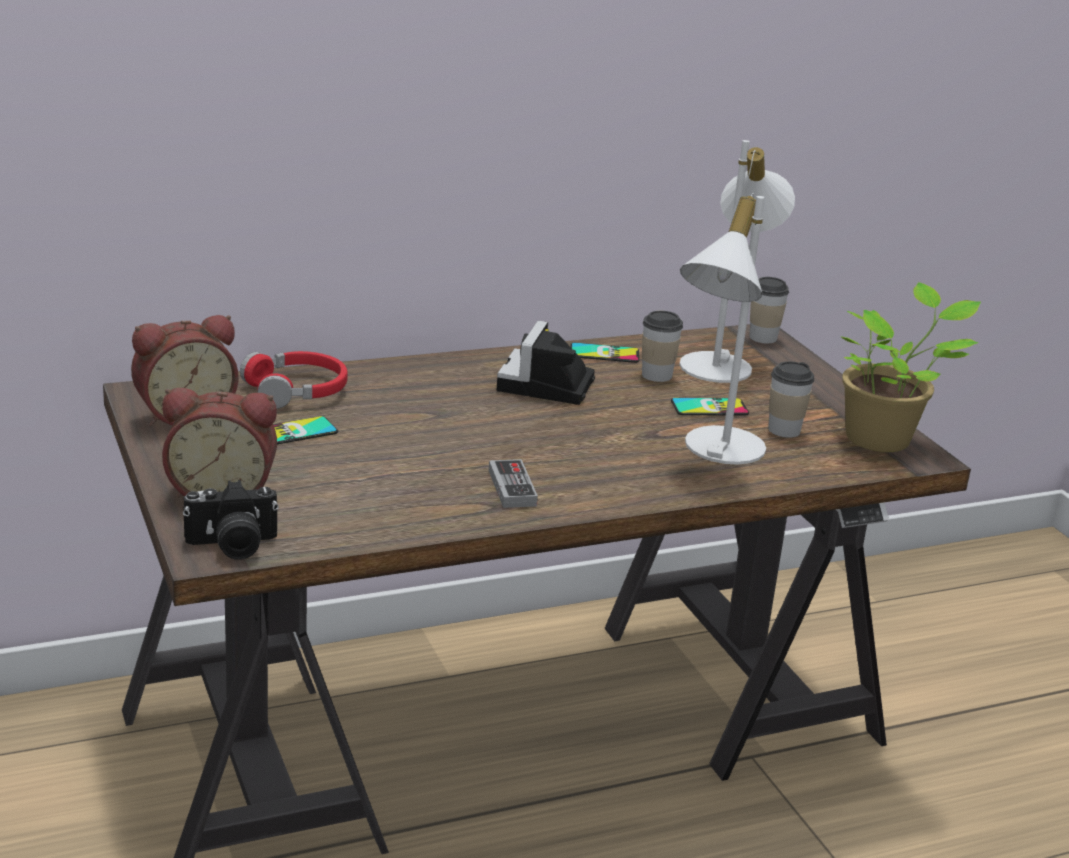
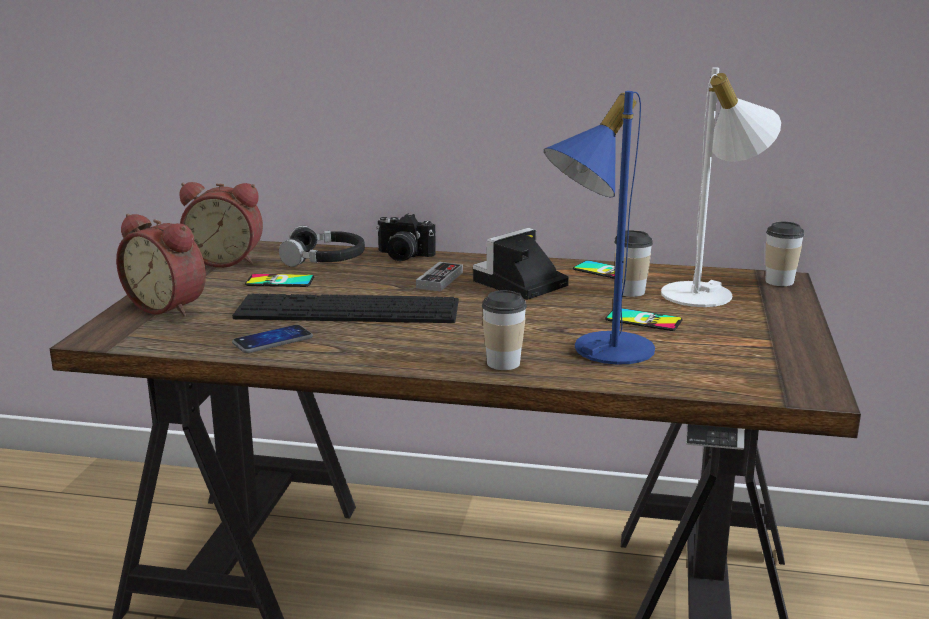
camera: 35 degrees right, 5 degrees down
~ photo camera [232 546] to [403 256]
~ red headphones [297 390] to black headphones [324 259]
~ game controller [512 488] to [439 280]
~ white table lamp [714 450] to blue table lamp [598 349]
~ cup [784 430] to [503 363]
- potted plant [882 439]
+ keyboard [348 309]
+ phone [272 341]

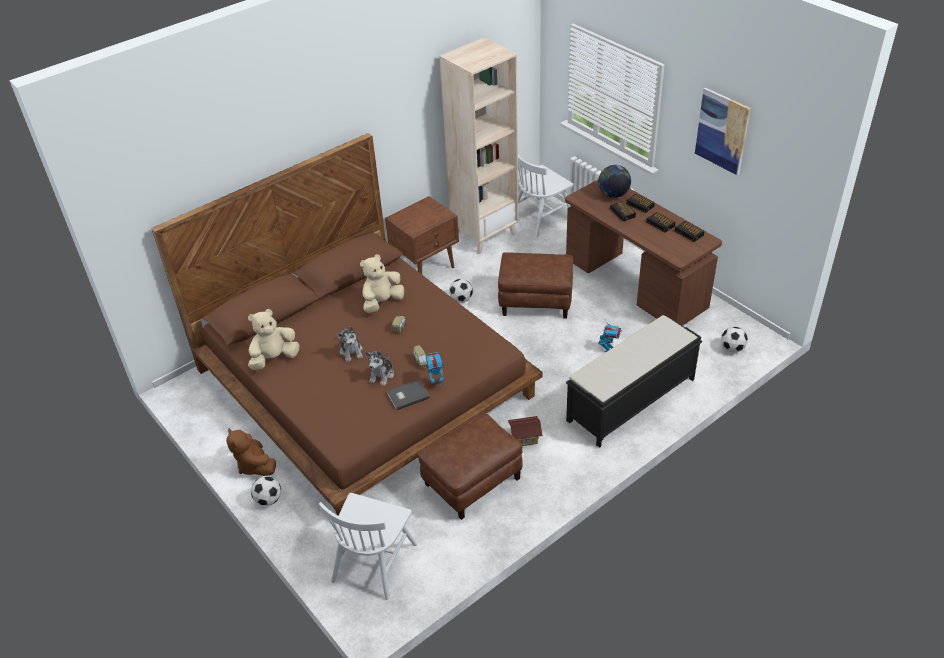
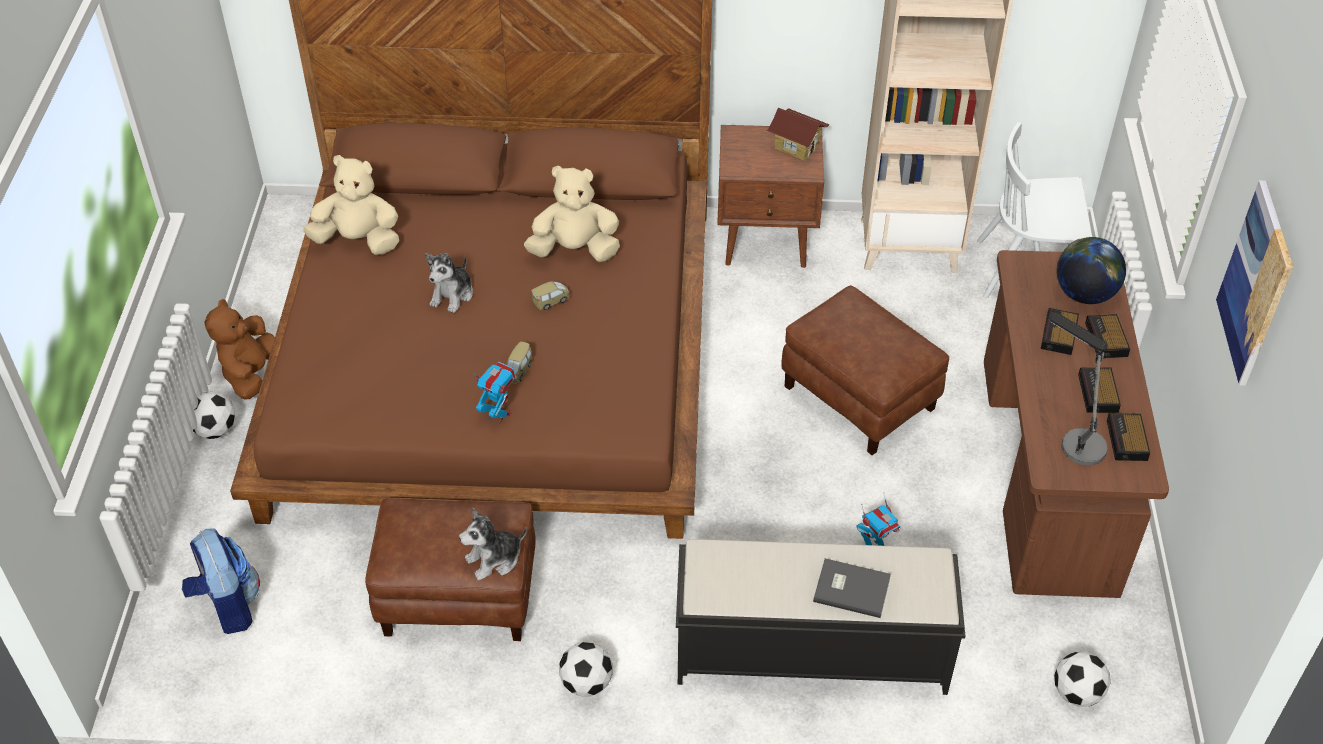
camera: 40 degrees right, 5 degrees up
~ white chair [374 562] to backpack [228 605]
~ plush toy [382 375] to [494 559]
~ grey book [407 395] to [851 588]
~ football [461 299] to [586 683]
~ toy house [525 438] to [796 147]
+ table lamp [1073 439]

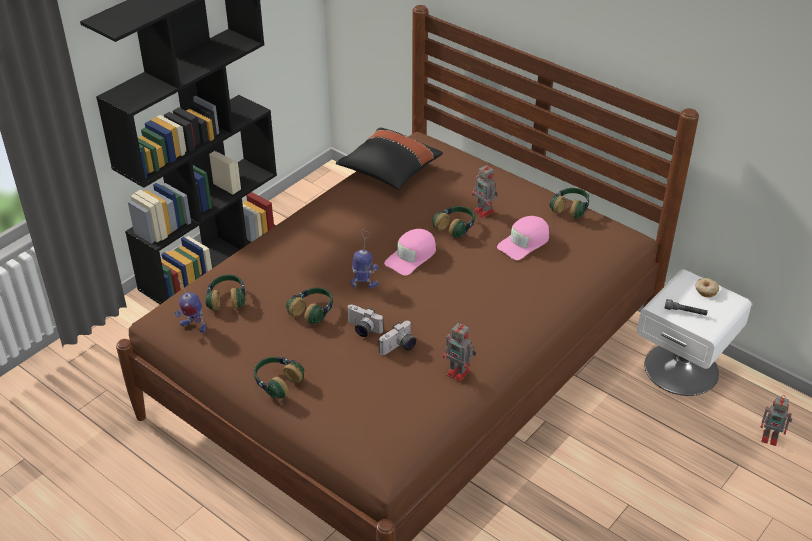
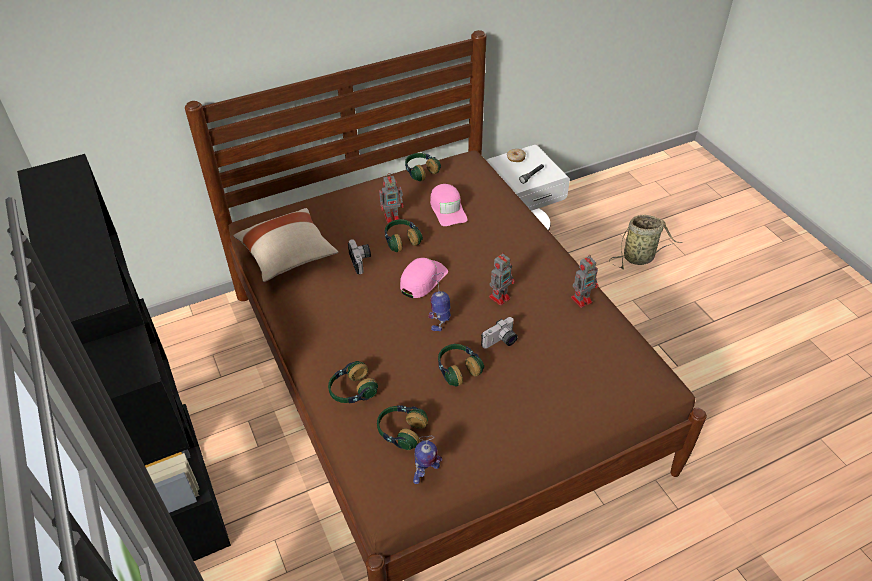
camera: 65 degrees left, 5 degrees up
~ headphones [277 382] to [352 391]
~ black pillow [389 171] to beige pillow [288 256]
~ photo camera [399 347] to [361 261]
~ pink cap [411 256] = [423 280] 120 degrees counterclockwise
~ toy robot [771 438] to [500 297]
+ basket [640 257]

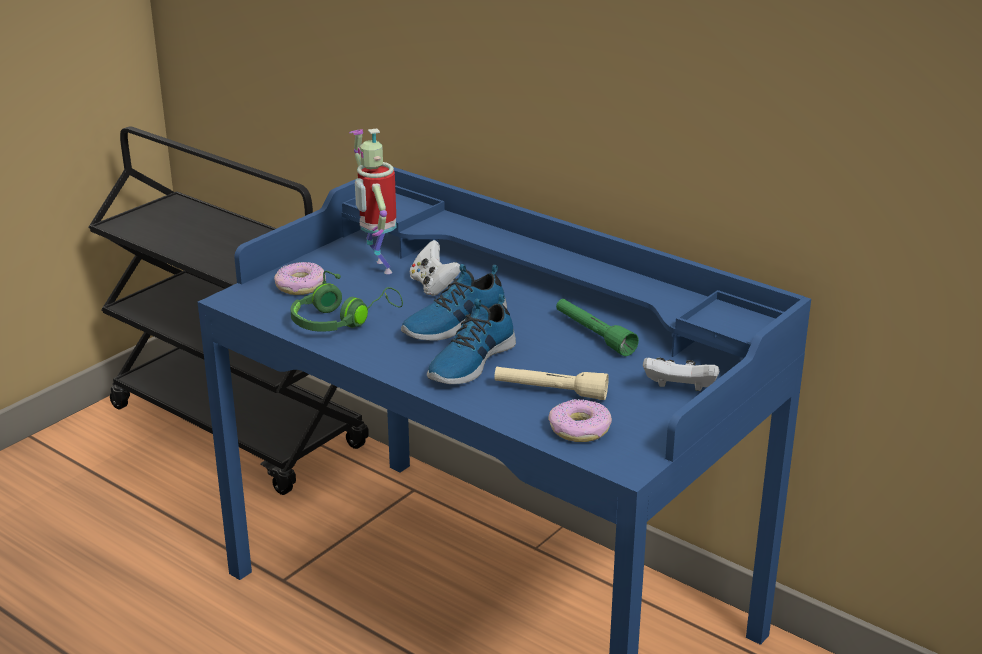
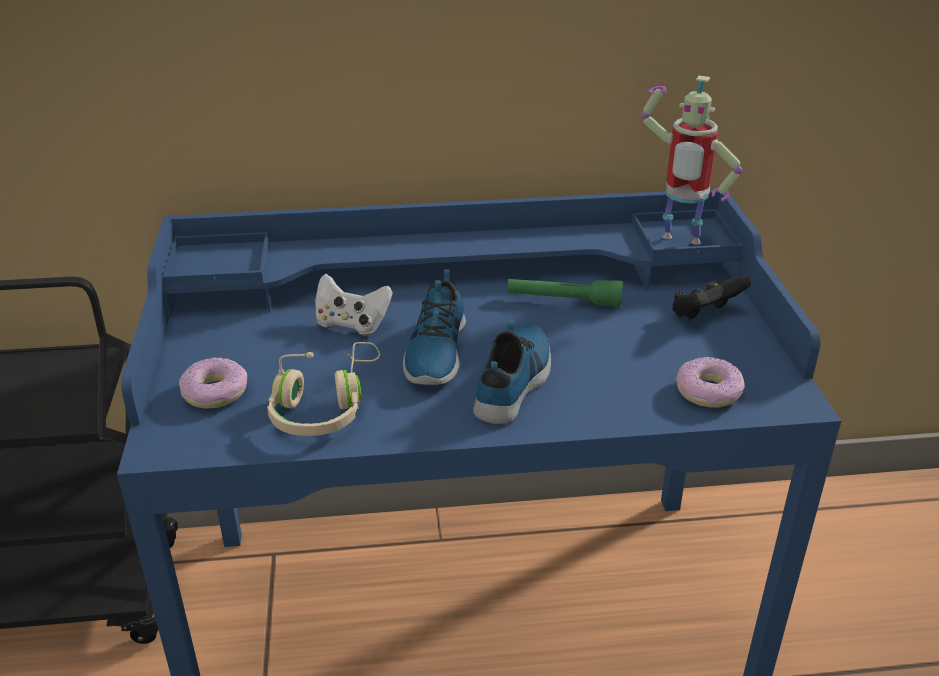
camera: 45 degrees left, 5 degrees up
~ green headphones [341 320] to beige headphones [324 406]
~ toy robot [378 267] to [678 242]
~ shoe [469 361] = [515 380] 150 degrees counterclockwise
- beige flashlight [550 391]
~ white game controller [679 390] to black game controller [705 315]

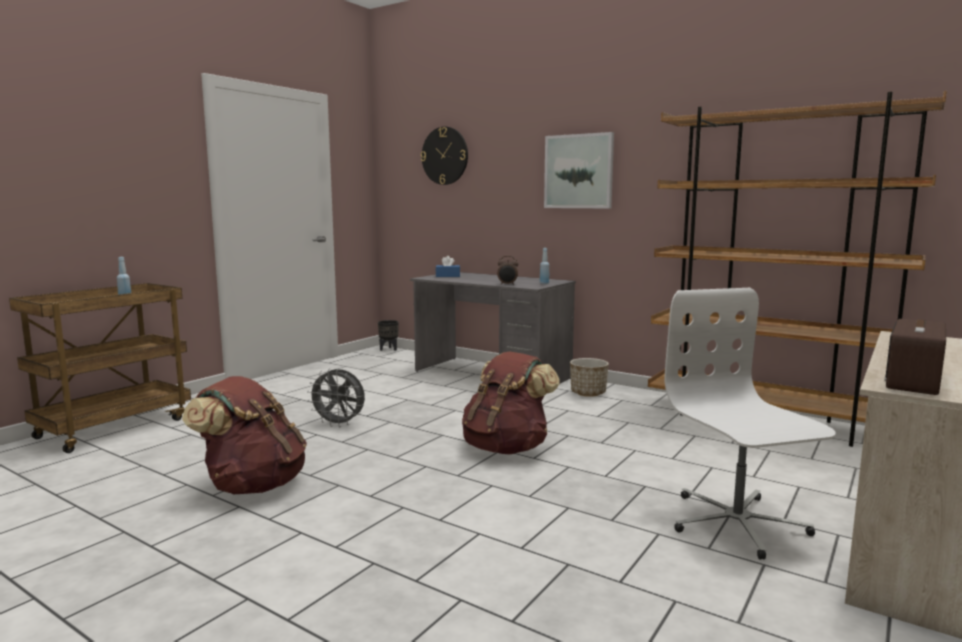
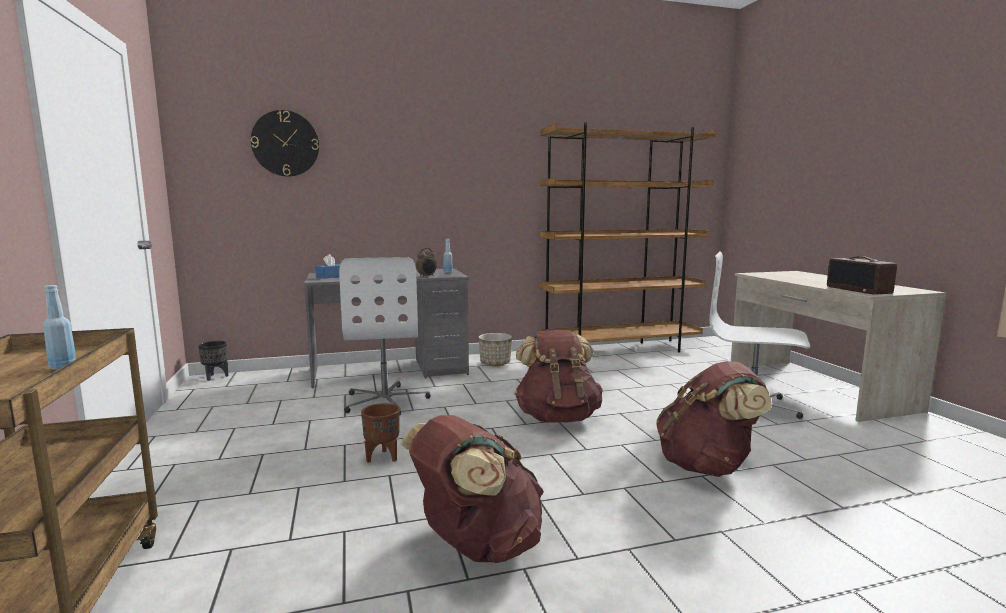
camera: 50 degrees left, 0 degrees up
~ grey fan [339 424] to brown planter [382 457]
- picture [579 171]
+ white office chair [386 401]
+ brown backpack [707 466]

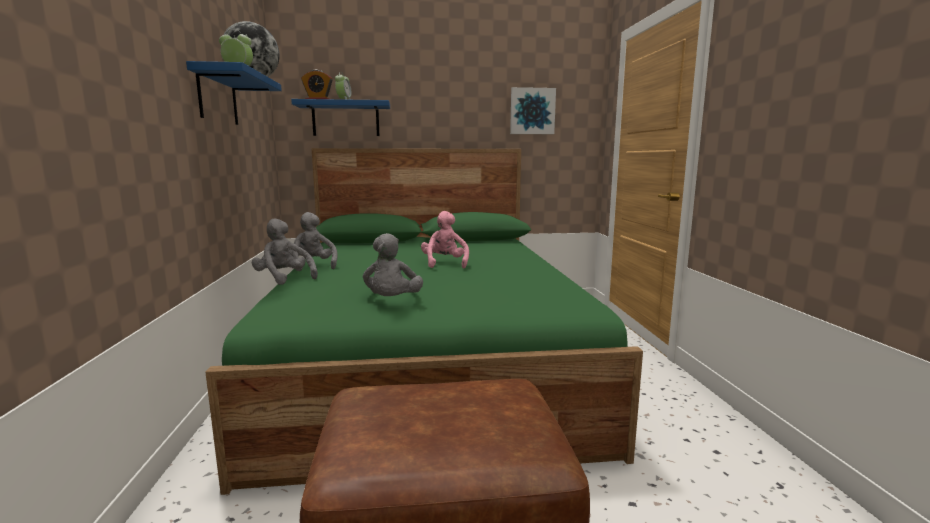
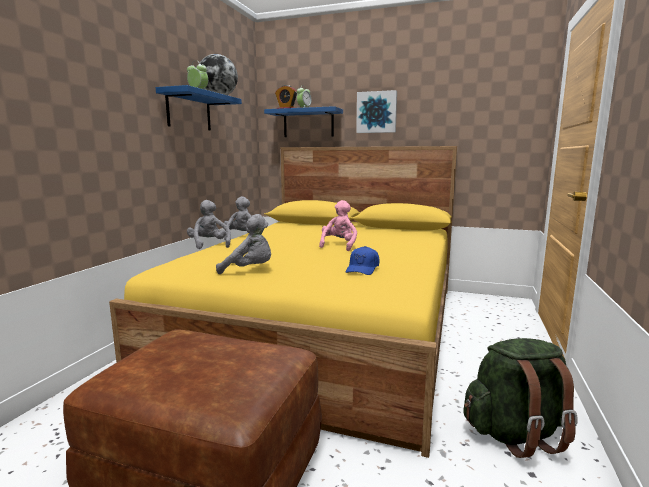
camera: 25 degrees right, 0 degrees up
~ green bed [427 361] to yellow bed [327 327]
~ grey plush toy [392 302] = [250 270] 105 degrees counterclockwise
~ picture [532 111] to [376 112]
+ blue cap [363 269]
+ green backpack [516 434]

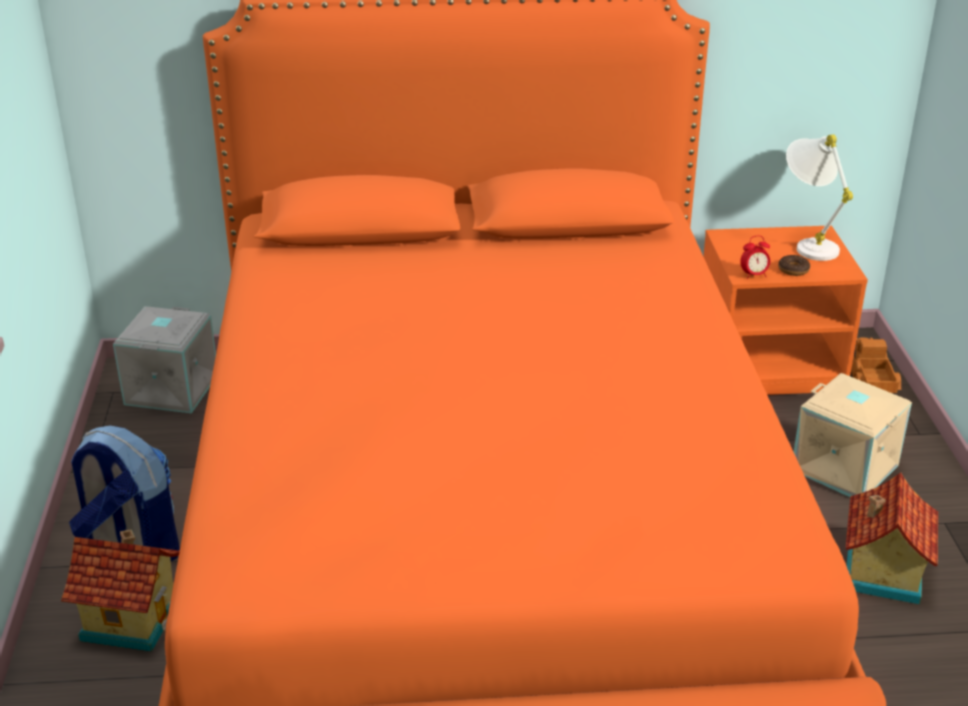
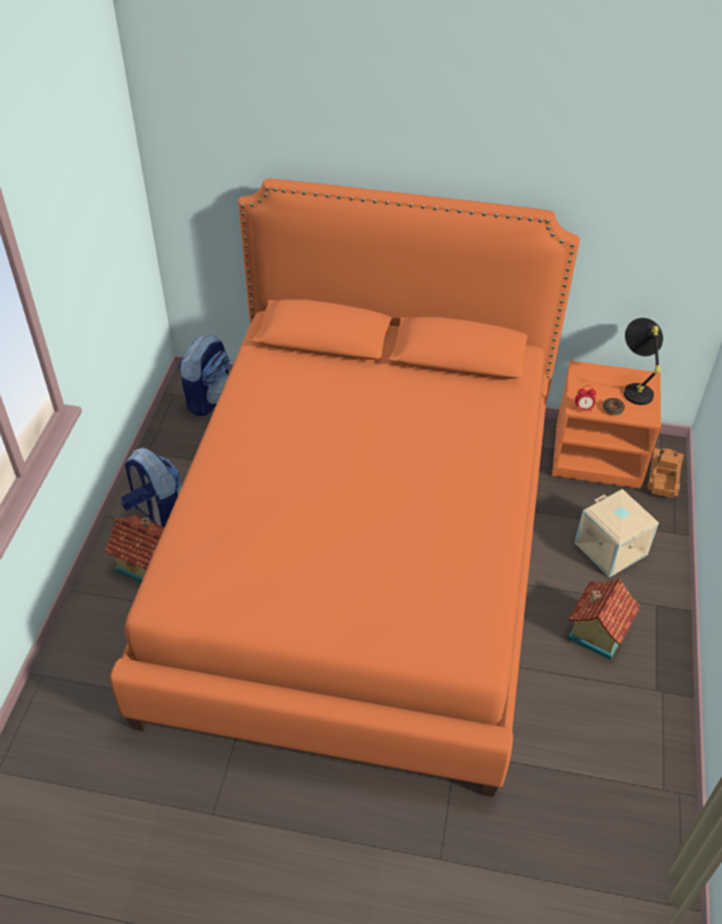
camera: 15 degrees right, 15 degrees up
~ grey storage box [170 388] to backpack [208 398]
~ white table lamp [808 244] to black table lamp [634 387]

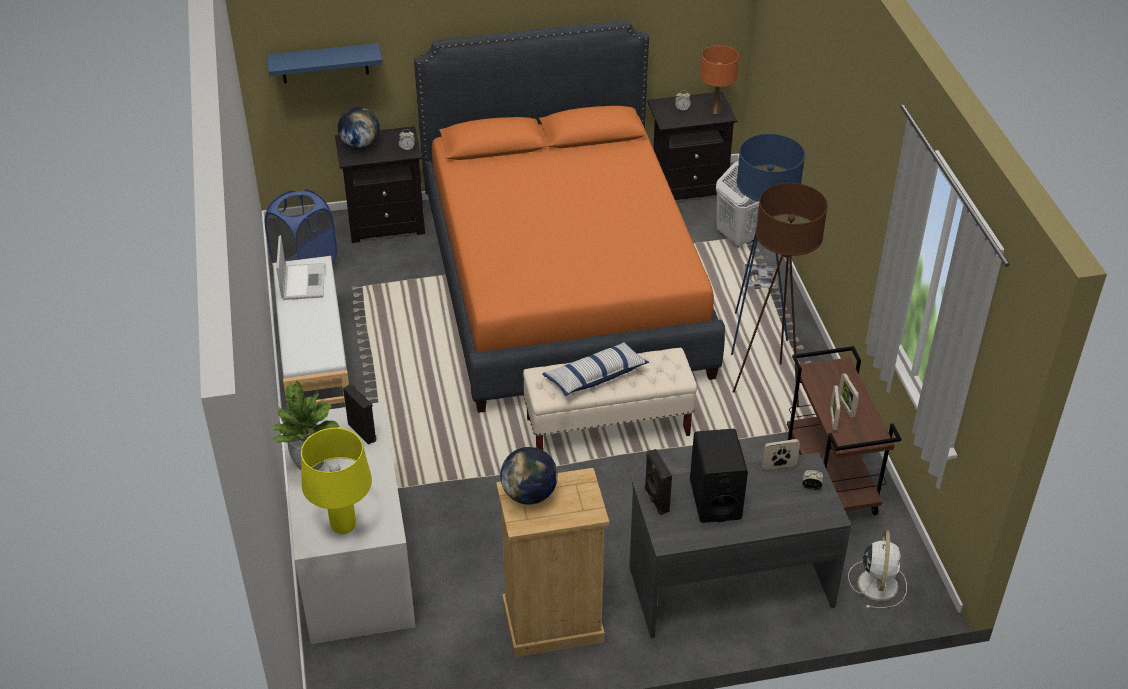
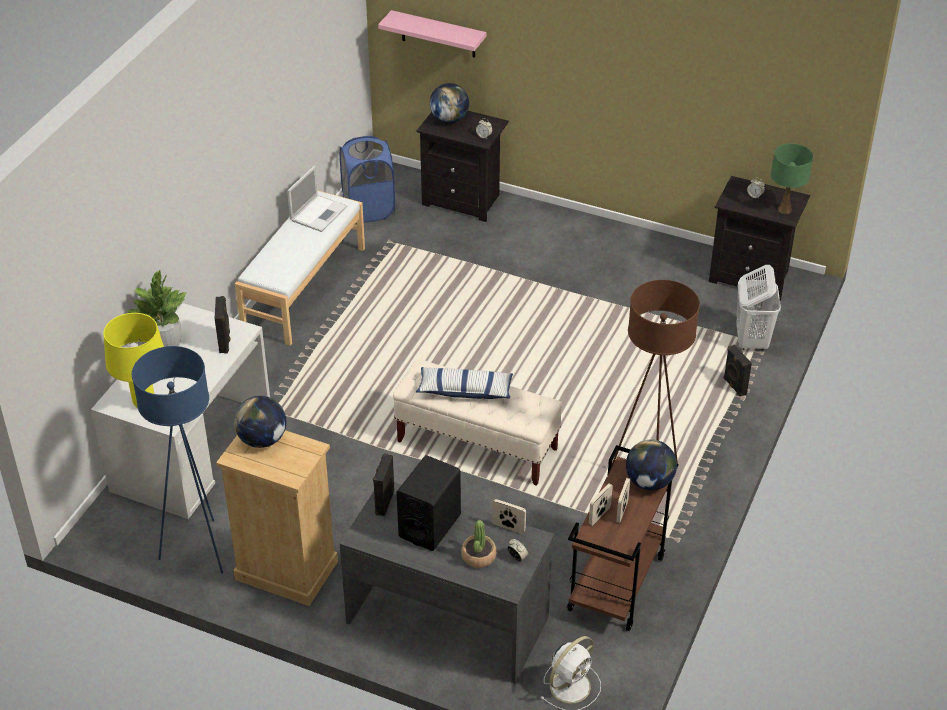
camera: 35 degrees right, 0 degrees up
~ blue shelf [324 63] to pink shelf [438 34]
- orange bed [564 286]
~ orange table lamp [715 110] to green table lamp [784 209]
~ blue floor lamp [751 335] to [199 549]
~ tray [759 279] to black speaker [734 386]
+ potted plant [478 556]
+ globe [649 482]

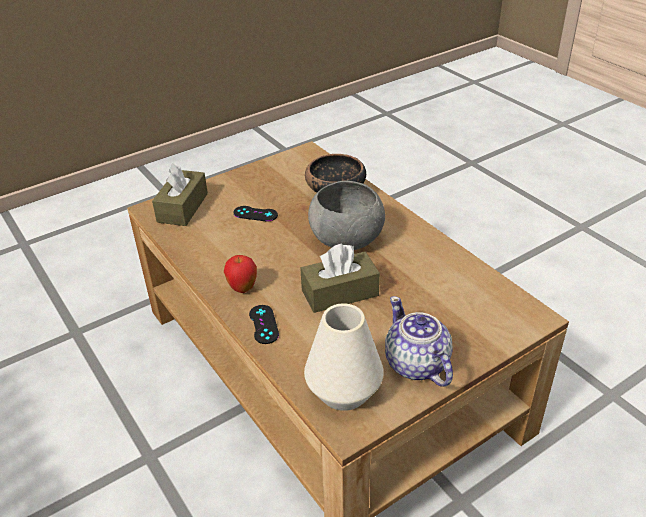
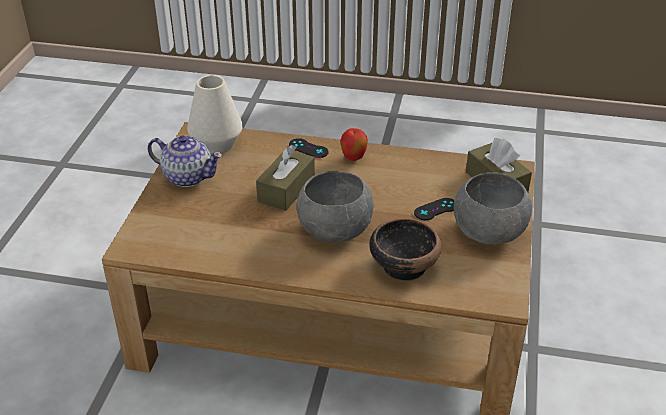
camera: 135 degrees right, 0 degrees up
+ grey bowl [488 232]

